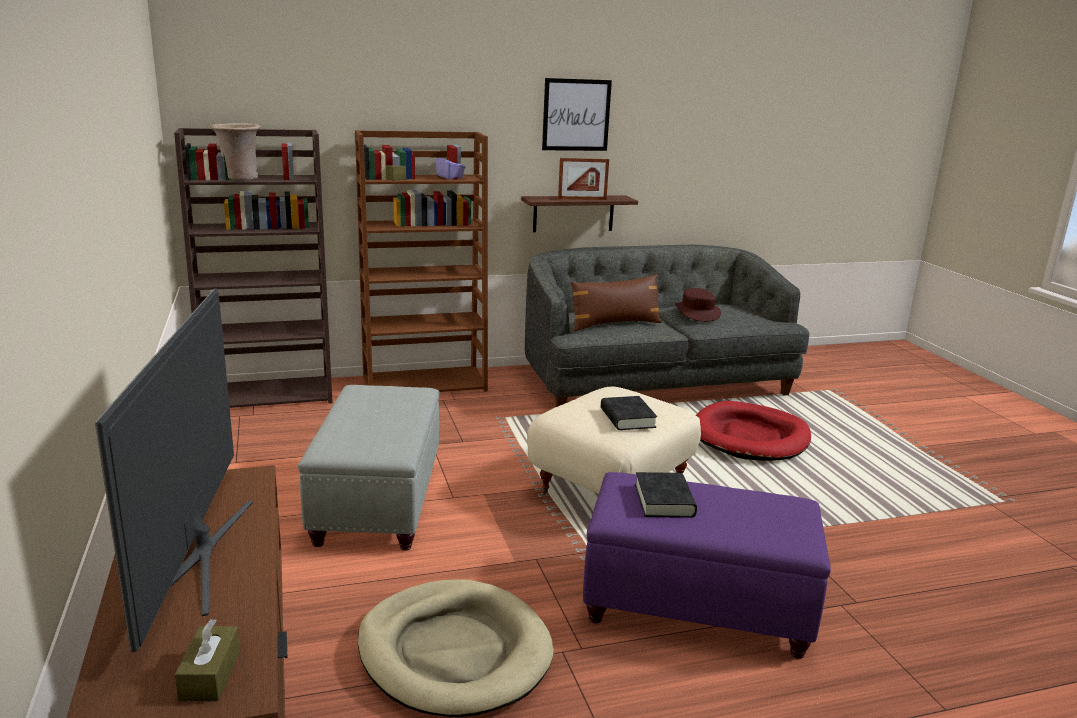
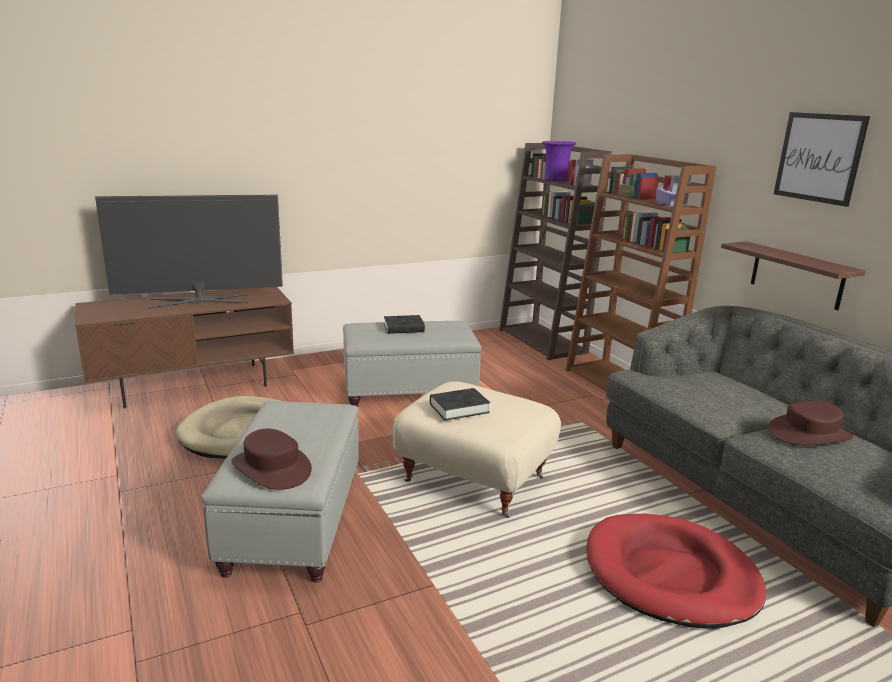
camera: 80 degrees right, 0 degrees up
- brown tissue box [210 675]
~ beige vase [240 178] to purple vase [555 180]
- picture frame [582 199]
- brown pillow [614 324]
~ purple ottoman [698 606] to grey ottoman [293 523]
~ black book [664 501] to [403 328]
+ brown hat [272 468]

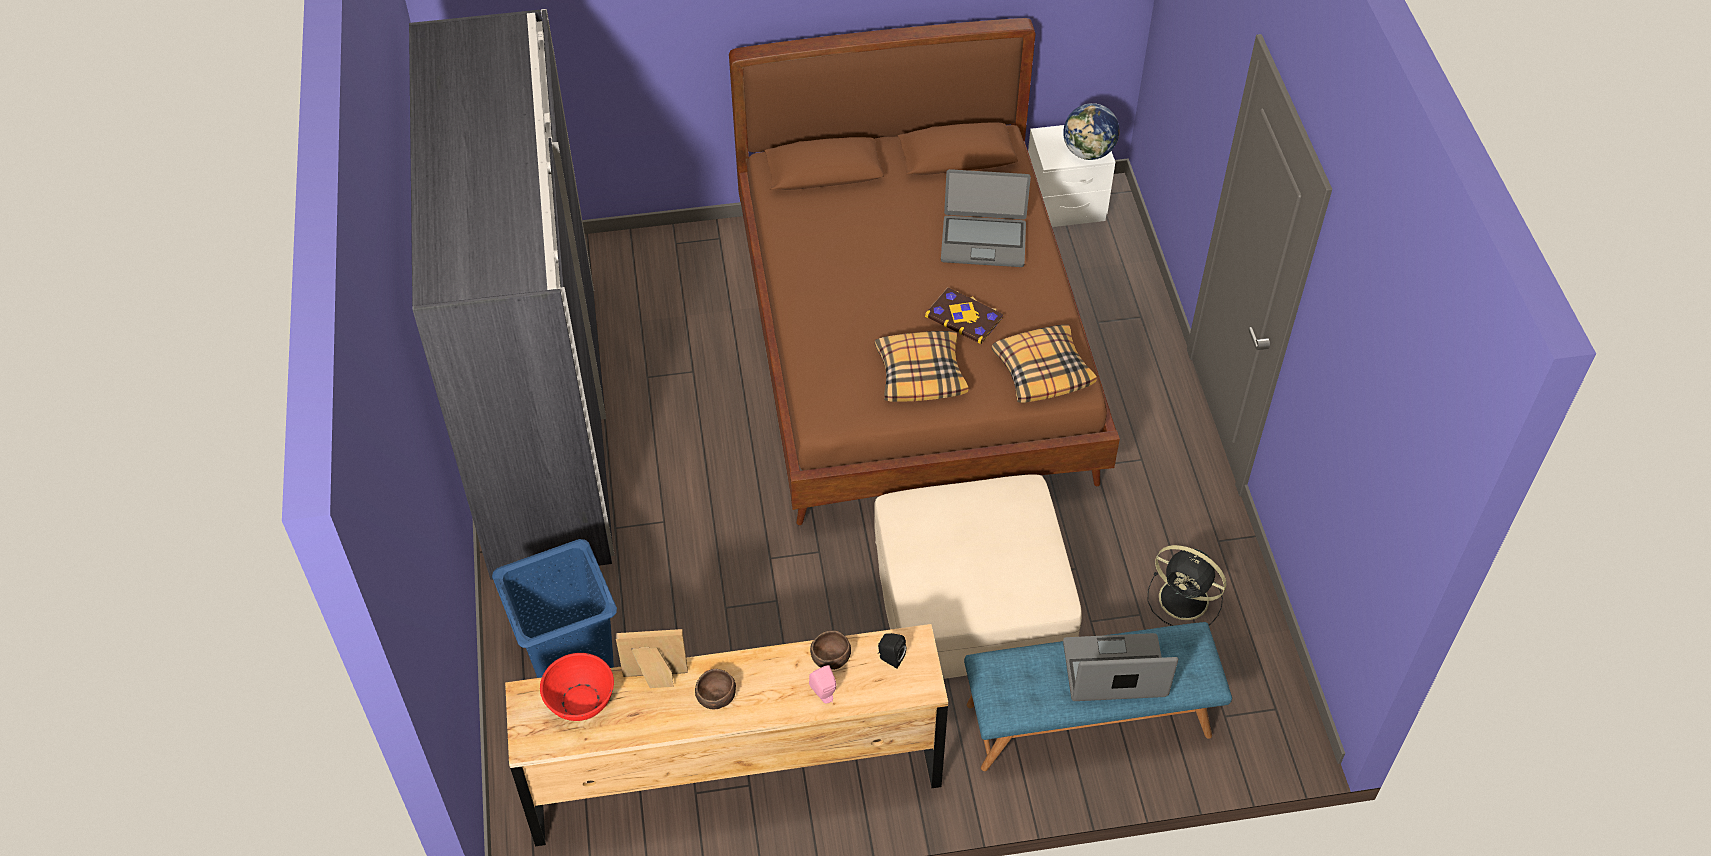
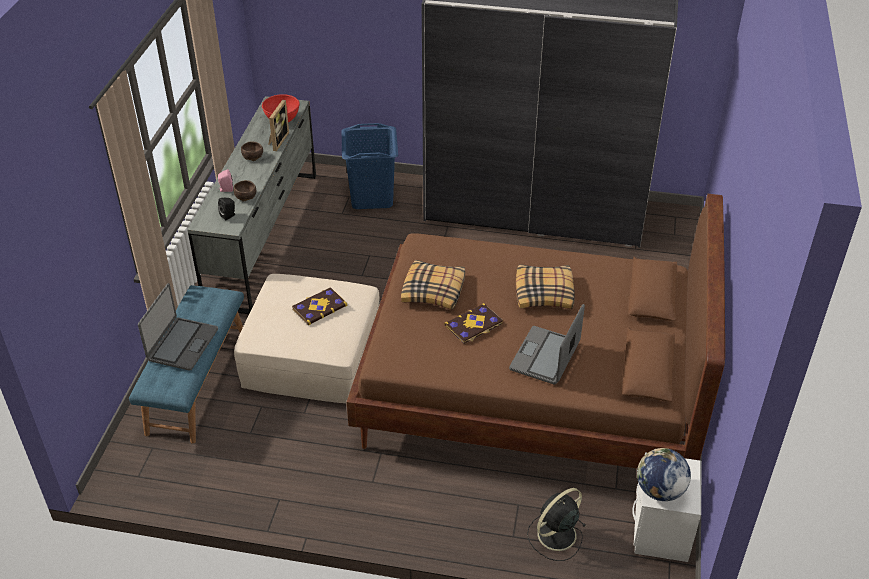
camera: 110 degrees right, 10 degrees down
~ brown dresser [735 776] to grey dresser [264 237]
~ pillow [1042 371] to [544 293]
~ black fan [1186 600] to [555 535]
+ book [319 307]

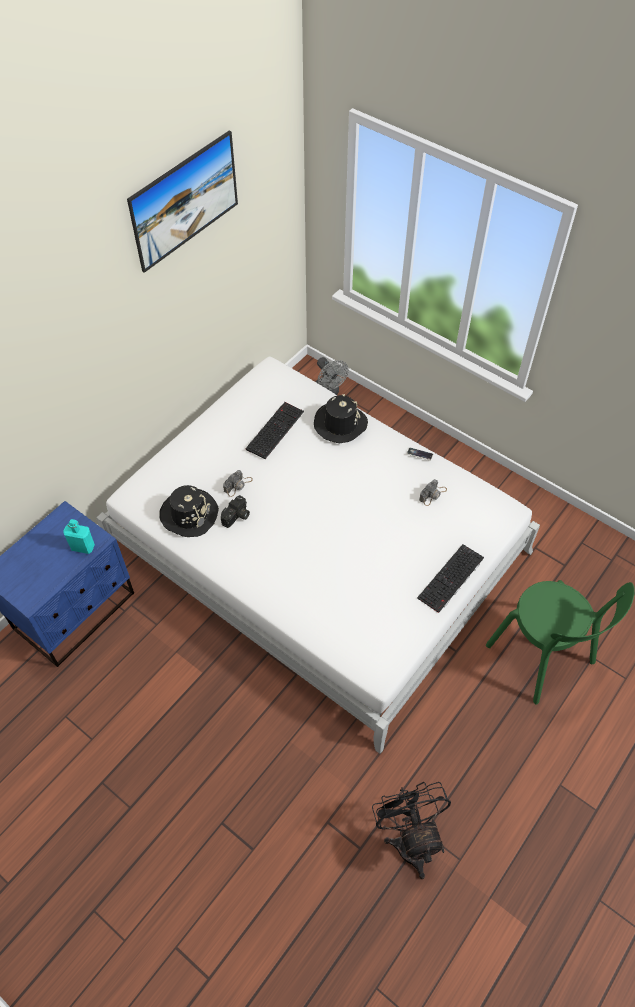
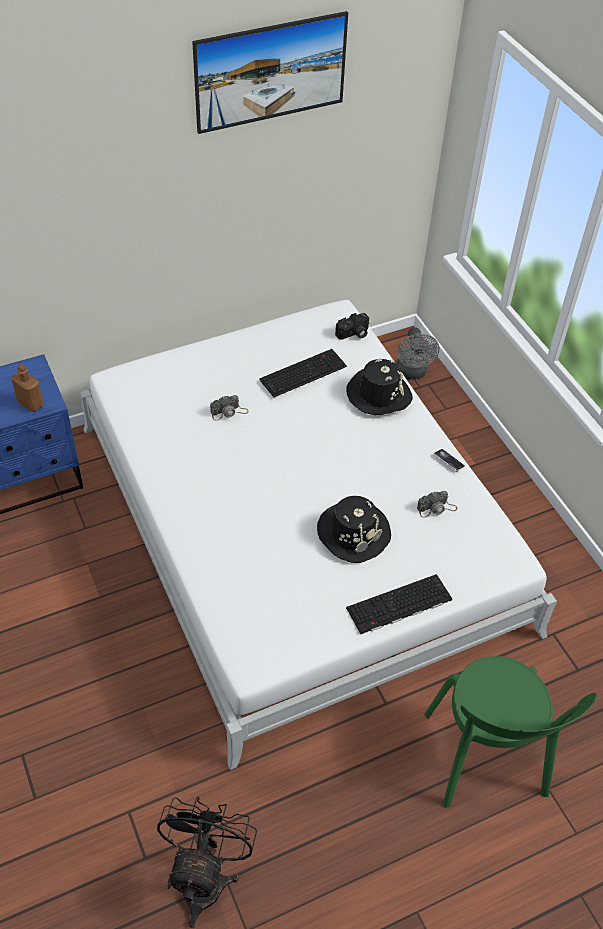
camera: 25 degrees right, 5 degrees down
~ turquoise bottle [83 547] to brown bottle [31 403]
~ black hat [189 514] to [353 533]
~ photo camera [237 517] to [353 334]

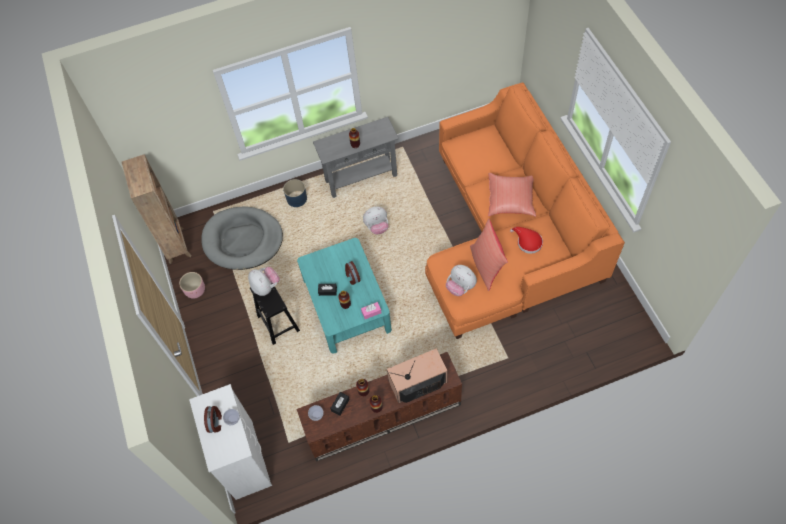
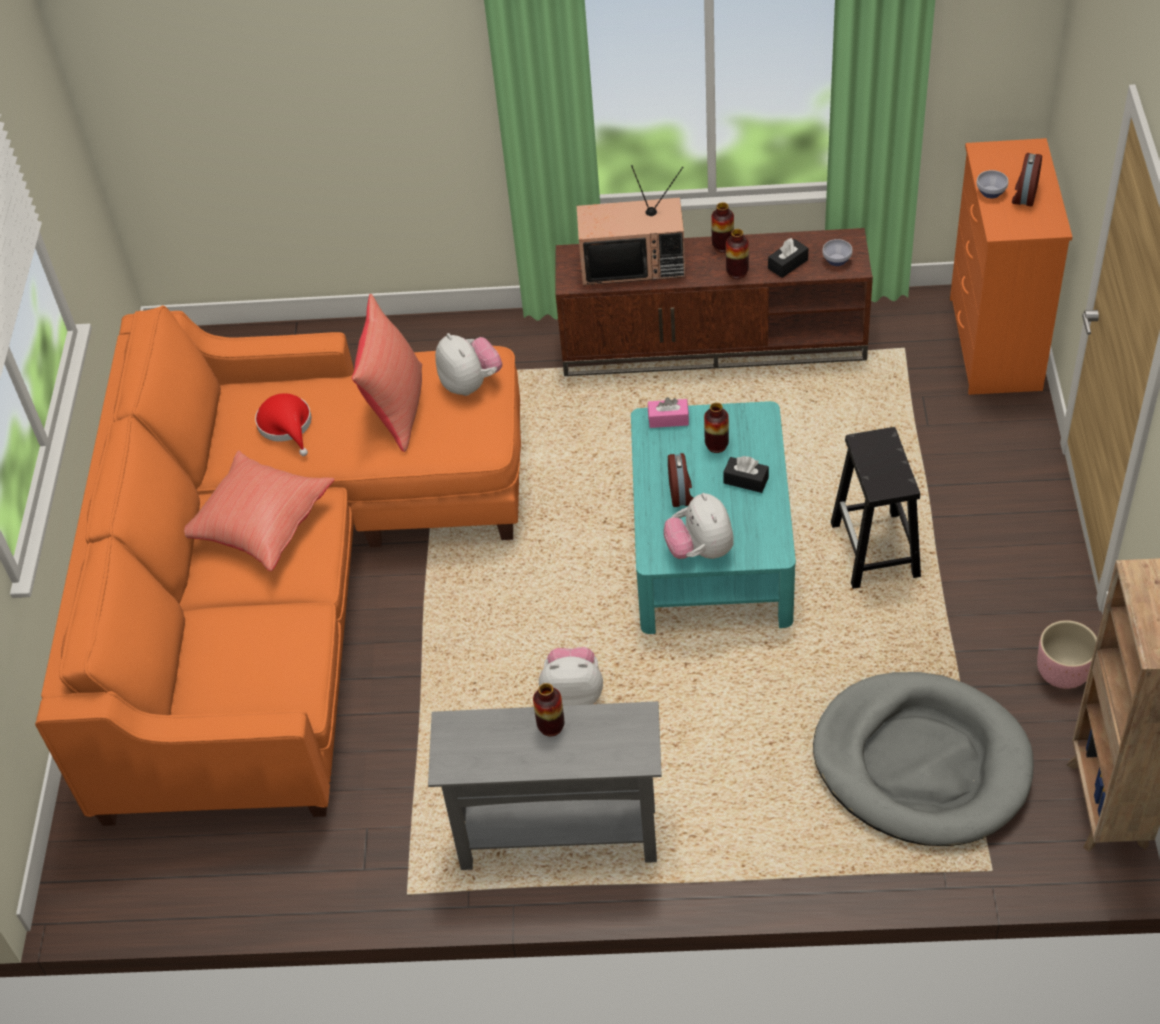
camera: 160 degrees left, 10 degrees down
~ white dresser [244 459] to orange dresser [994 344]
~ plush toy [266 287] to [700 550]
- blue planter [297 199]

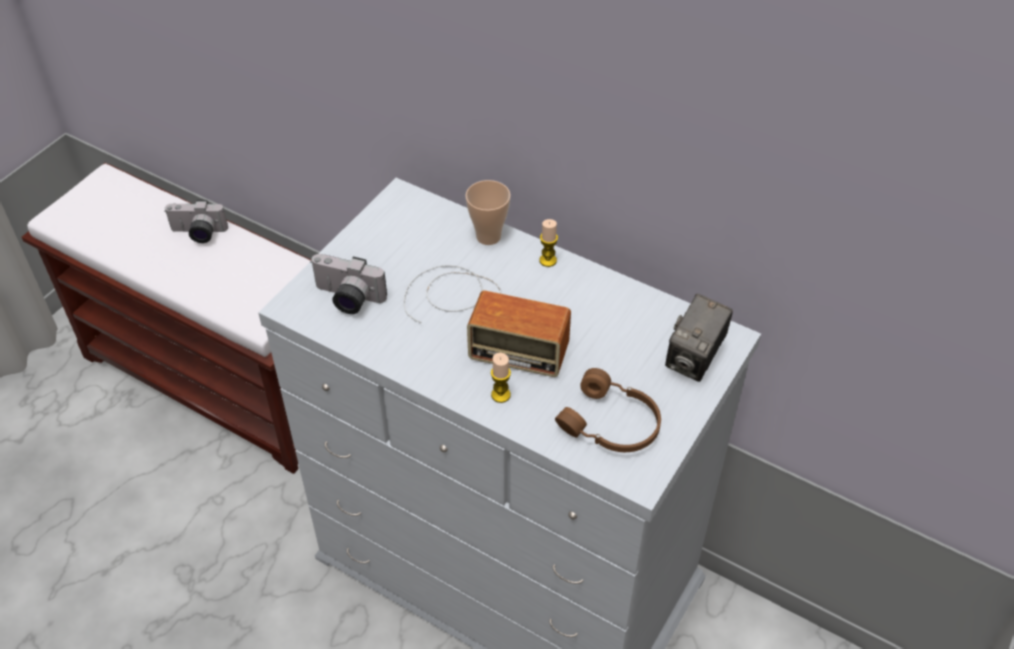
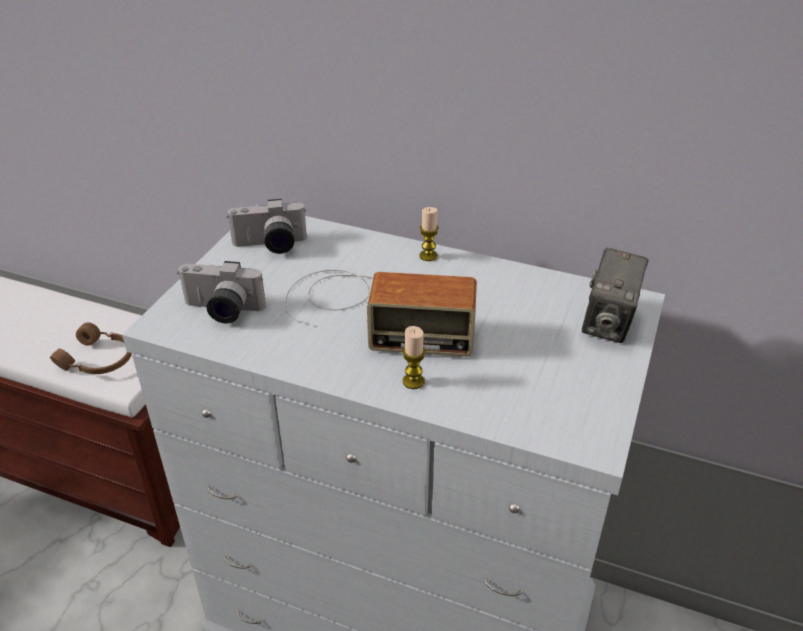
camera: 10 degrees left, 10 degrees down
~ photo camera [198 234] to [270 246]
- cup [488 236]
~ brown headphones [611 425] to [98 360]

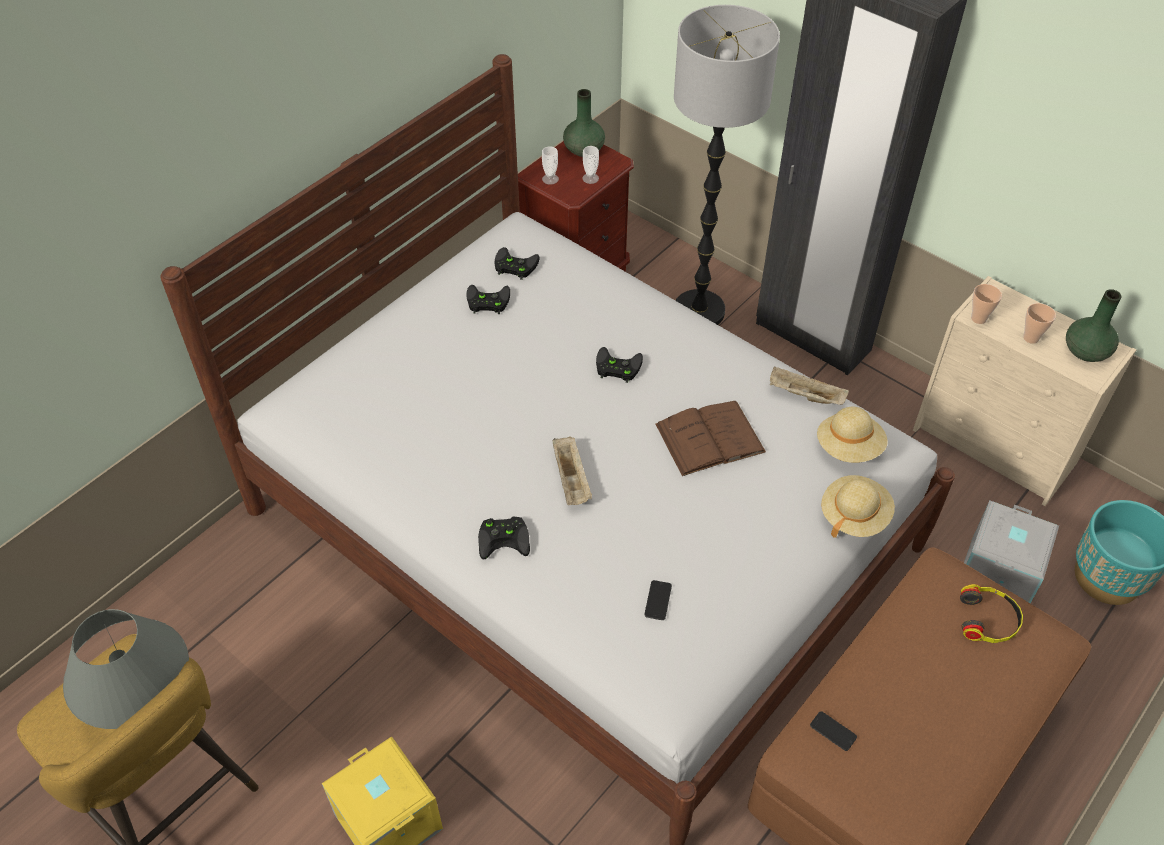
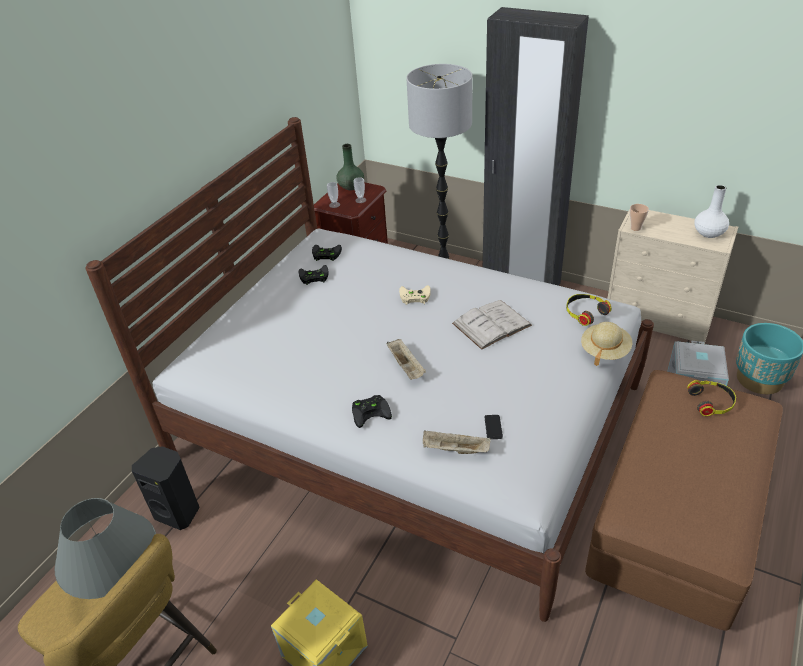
camera: 10 degrees left, 10 degrees down
~ black game controller [616 367] to beige game controller [414 297]
~ brown book [710 438] to white book [491 324]
~ beige tray [804 396] to [454 450]
- phone [833 731]
~ beige hat [849 448] to headphones [585 312]
- cup [1031 338]
~ green vase [1085 351] to white vase [708 233]
+ black speaker [179 512]

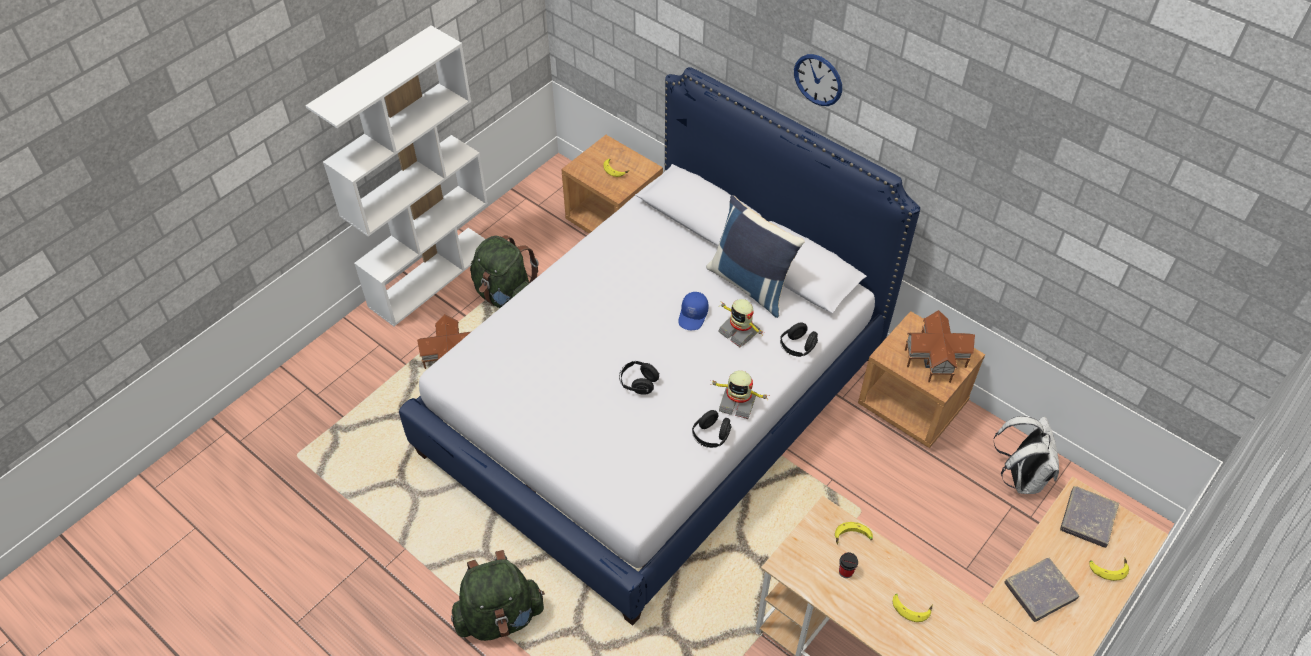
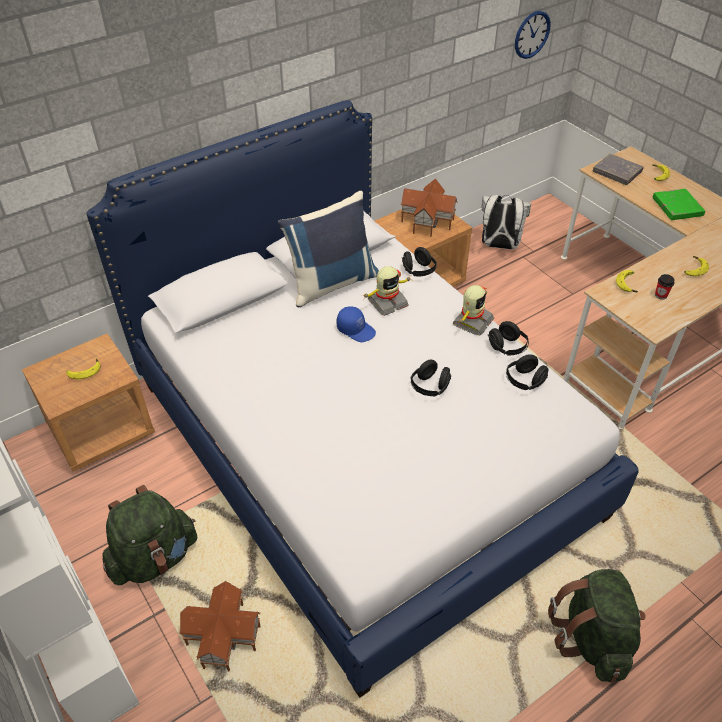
camera: 75 degrees left, 5 degrees down
~ wall clock [818 79] to [532 34]
~ grey book [1040 591] to green book [677 207]
+ black headphones [524 381]

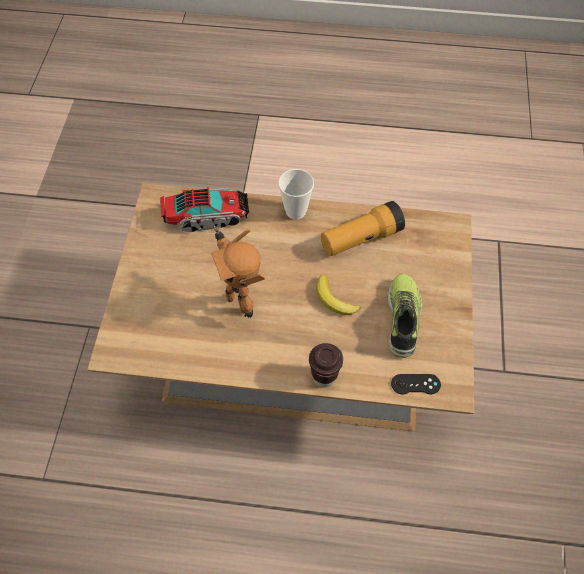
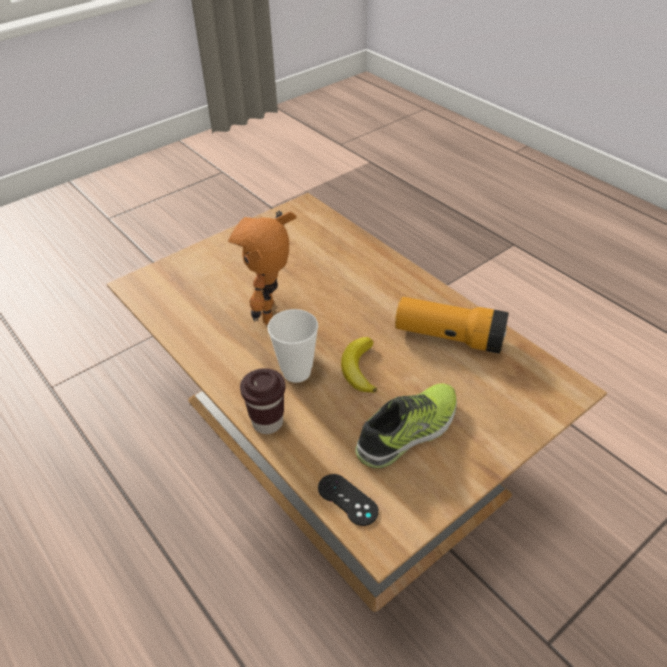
camera: 45 degrees right, 15 degrees down
- toy truck [207 216]
~ cup [296 211] to [296 372]

